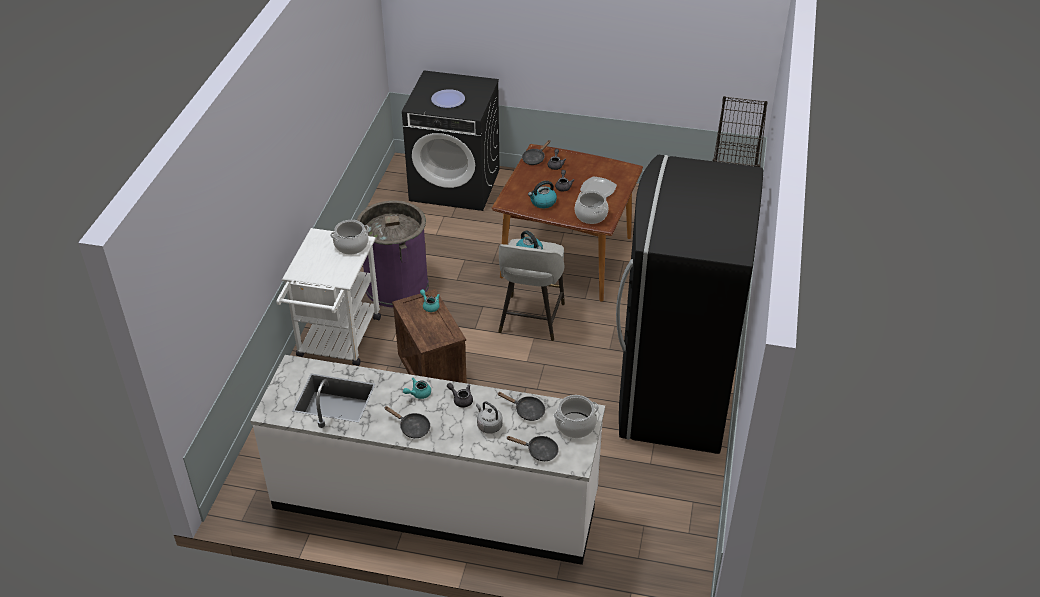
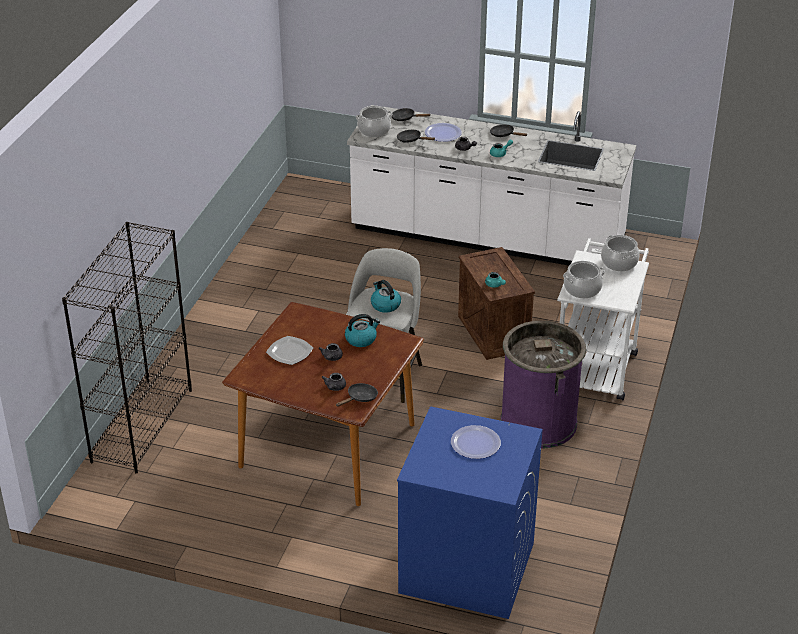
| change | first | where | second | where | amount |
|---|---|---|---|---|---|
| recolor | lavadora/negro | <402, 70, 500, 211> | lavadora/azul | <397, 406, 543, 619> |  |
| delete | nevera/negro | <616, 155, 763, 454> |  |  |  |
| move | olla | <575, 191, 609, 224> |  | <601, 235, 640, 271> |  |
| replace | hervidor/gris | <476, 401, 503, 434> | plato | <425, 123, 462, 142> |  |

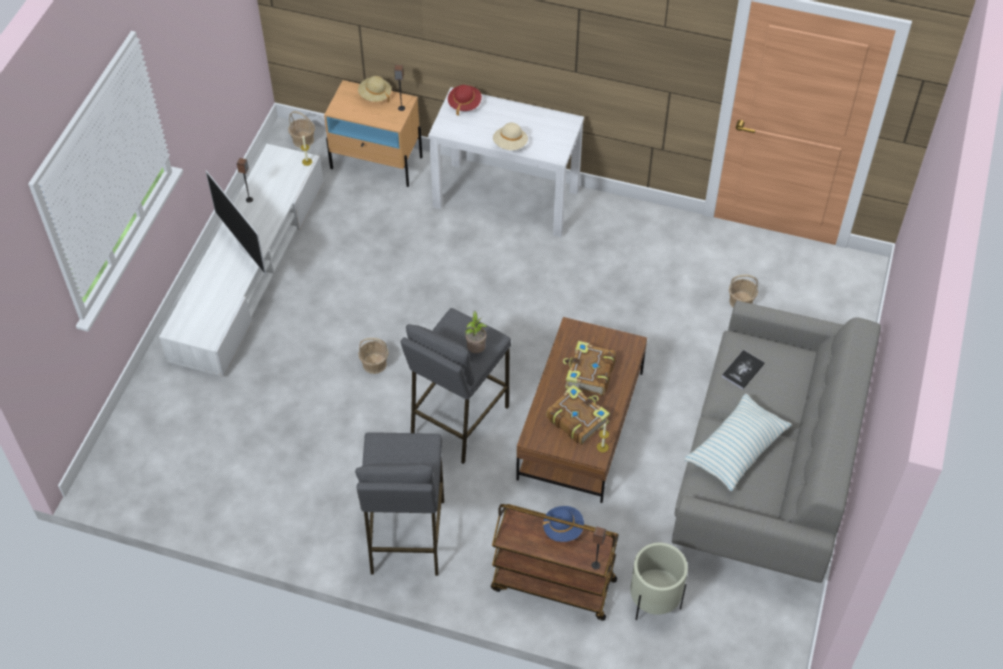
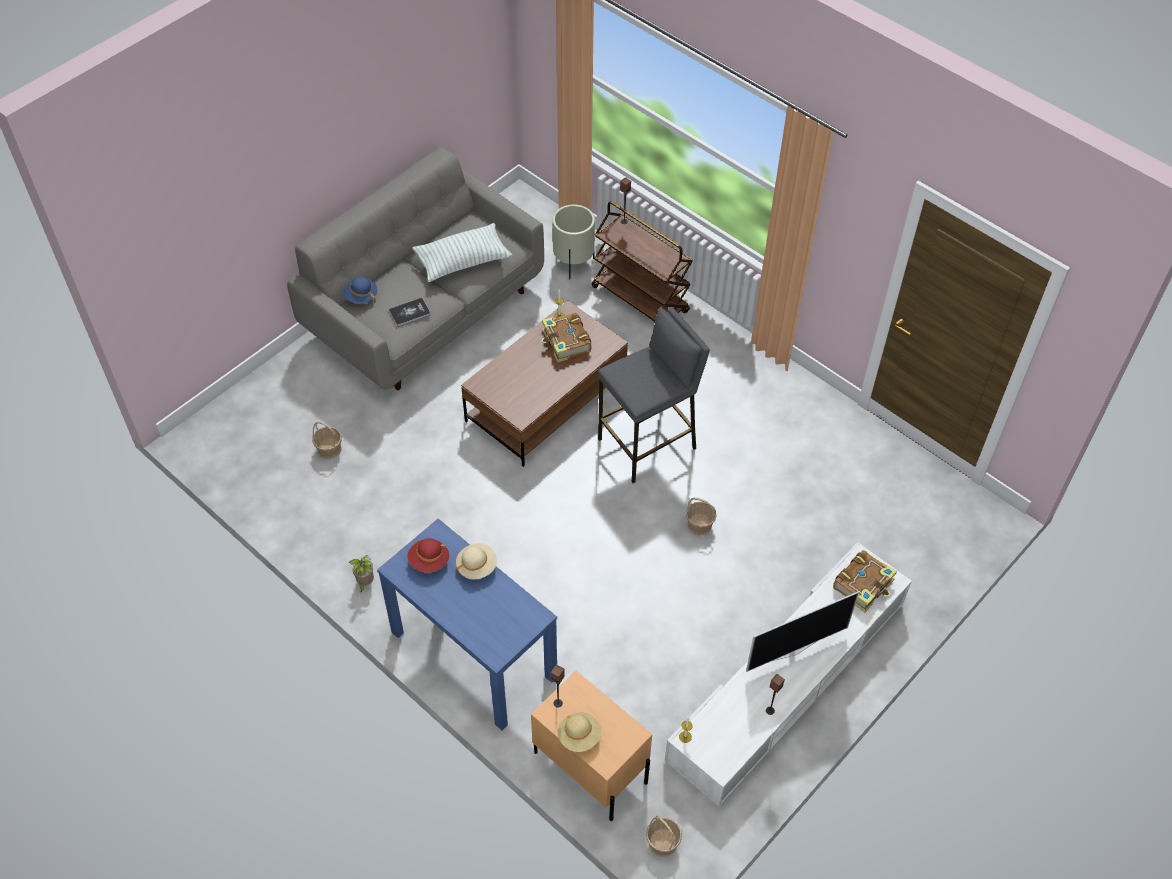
| change | first | where | second | where | amount |
|---|---|---|---|---|---|
| move | sombrero/rojo | <448, 85, 482, 115> |  | <407, 538, 449, 573> |  |
| recolor | mesa consola/blanco | <428, 87, 584, 237> | mesa consola/azul | <377, 519, 557, 730> |  |
| rotate | televisor | <206, 170, 267, 275> |  | <746, 591, 859, 672> | 75 degrees clockwise |
| move | planta en maceta | <465, 311, 487, 353> |  | <349, 555, 374, 593> |  |
| move | libro | <563, 341, 616, 396> |  | <833, 550, 897, 612> |  |
| delete | taburete/gris | <355, 432, 444, 576> |  |  |  |
| move | sombrero/azul | <543, 506, 584, 542> |  | <342, 277, 377, 304> |  |

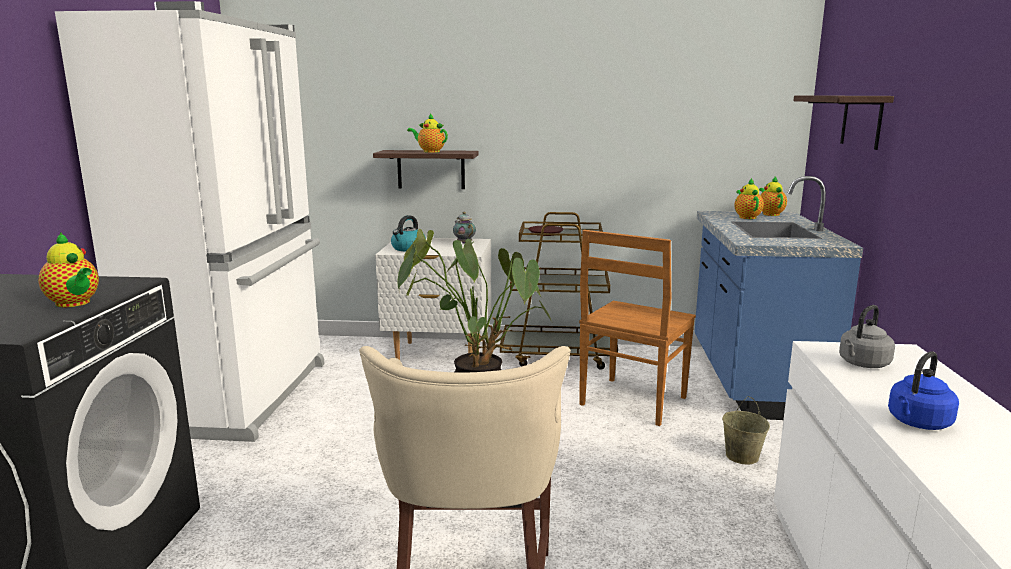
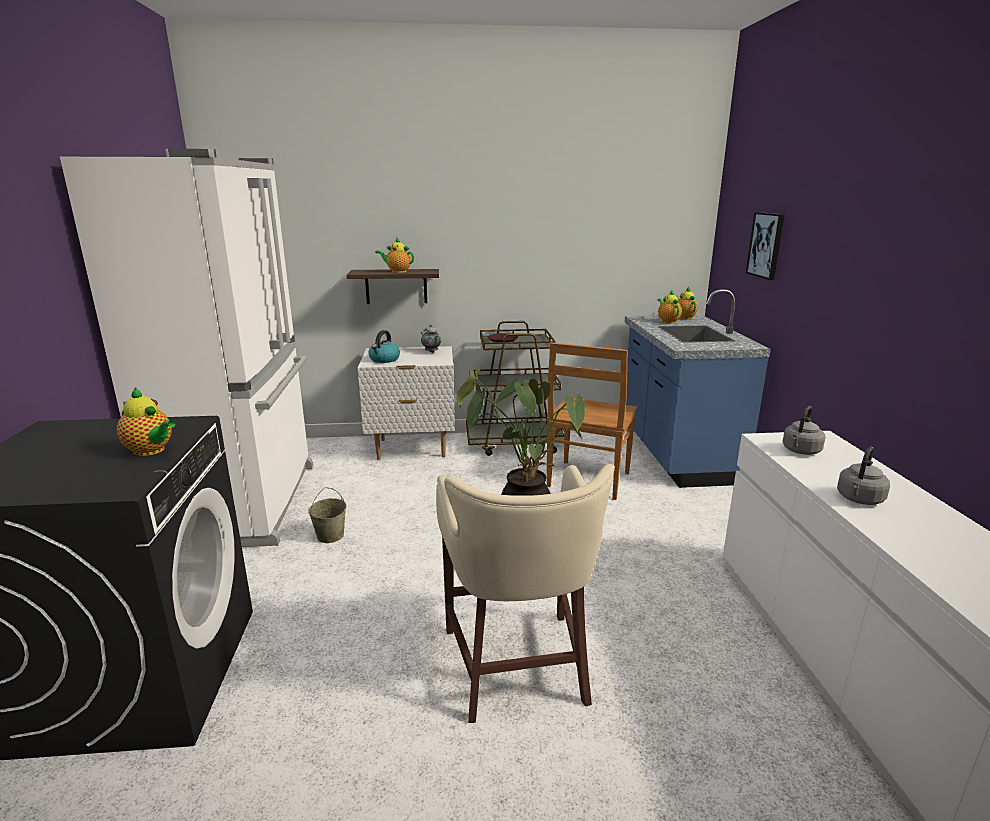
| change | first | where | second | where | amount |
|---|---|---|---|---|---|
| replace | estante | <794, 96, 894, 150> | cuadro | <746, 212, 785, 280> |  |
| recolor | hervidor/azul | <888, 351, 959, 430> | hervidor/gris | <837, 446, 890, 505> |  |
| move | cubo/beis | <722, 396, 770, 464> |  | <308, 487, 346, 543> |  |

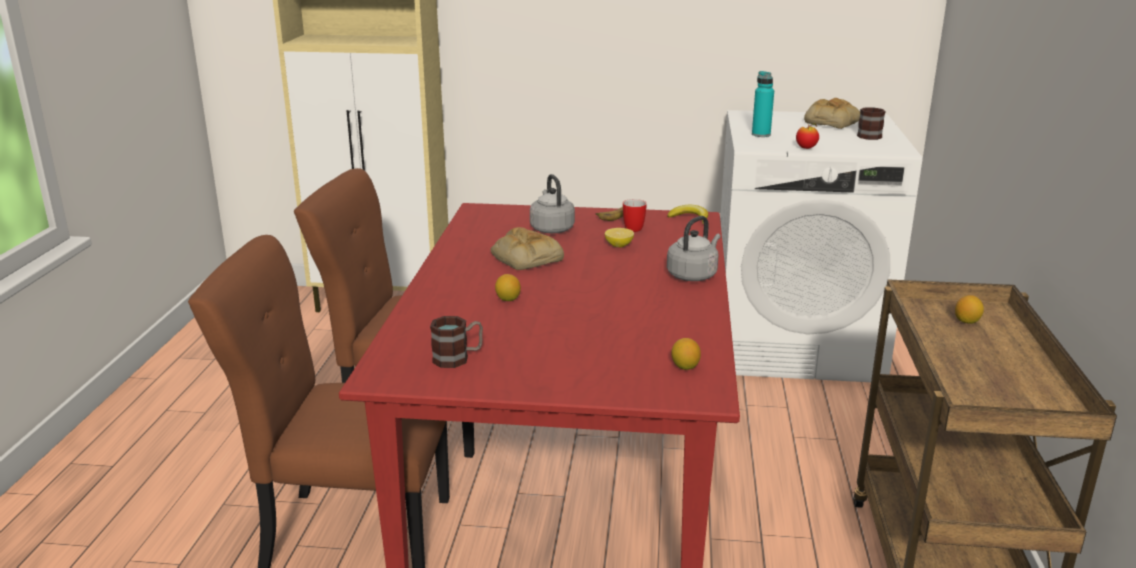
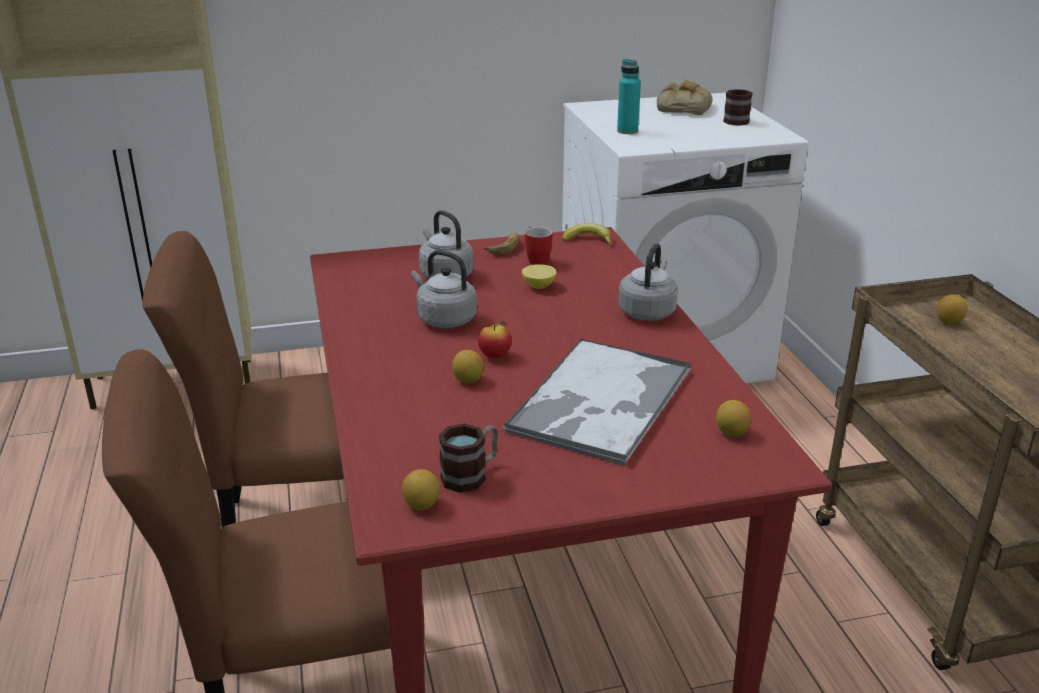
| change | first | where | second | where | amount |
|---|---|---|---|---|---|
| move | manzana | <796, 123, 819, 149> |  | <478, 321, 512, 358> |  |
| replace | pan | <491, 227, 564, 270> | hervidor/gris | <411, 250, 477, 328> |  |
| insert |  |  | bandeja | <502, 338, 691, 466> |  |
| insert |  |  | limón | <402, 469, 440, 510> |  |

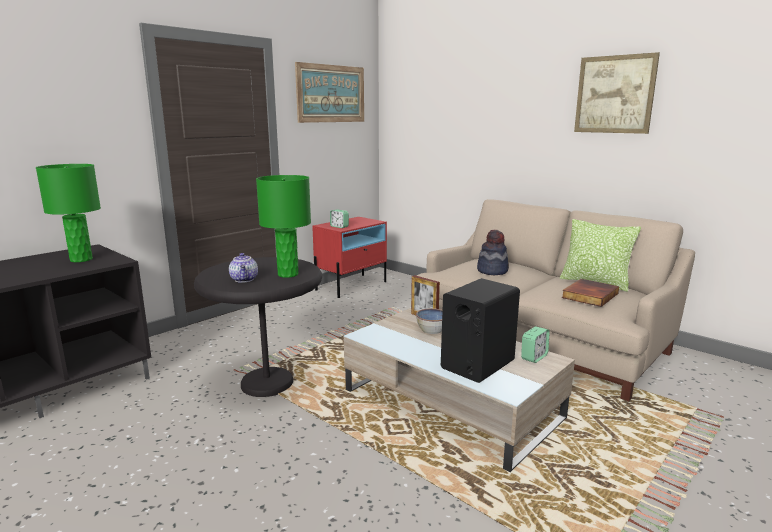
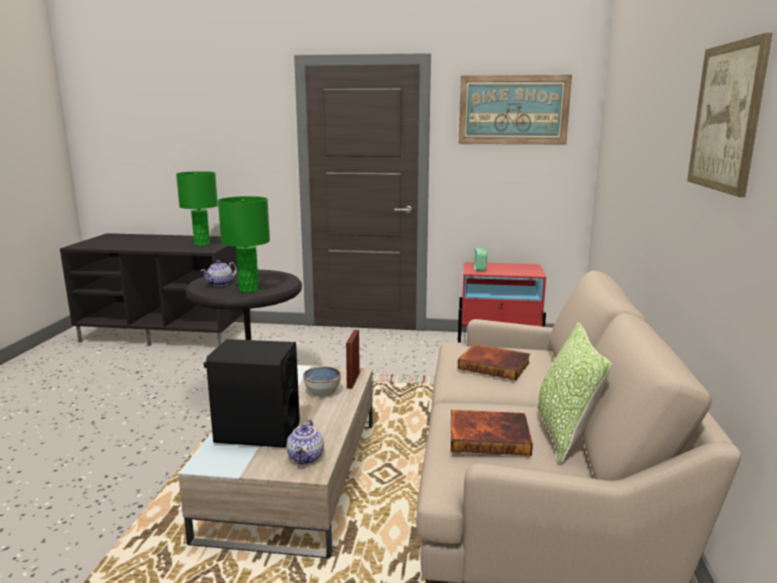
| change | first | where | second | where | amount |
|---|---|---|---|---|---|
| replace | sombrero | <477, 229, 509, 275> | libro | <458, 344, 530, 380> |  |
| replace | despertador | <521, 326, 550, 363> | tetera | <287, 420, 324, 465> |  |

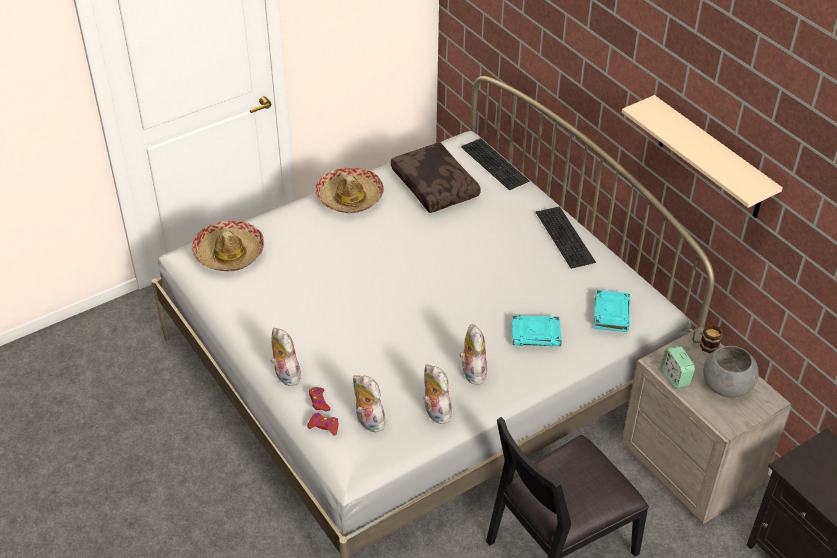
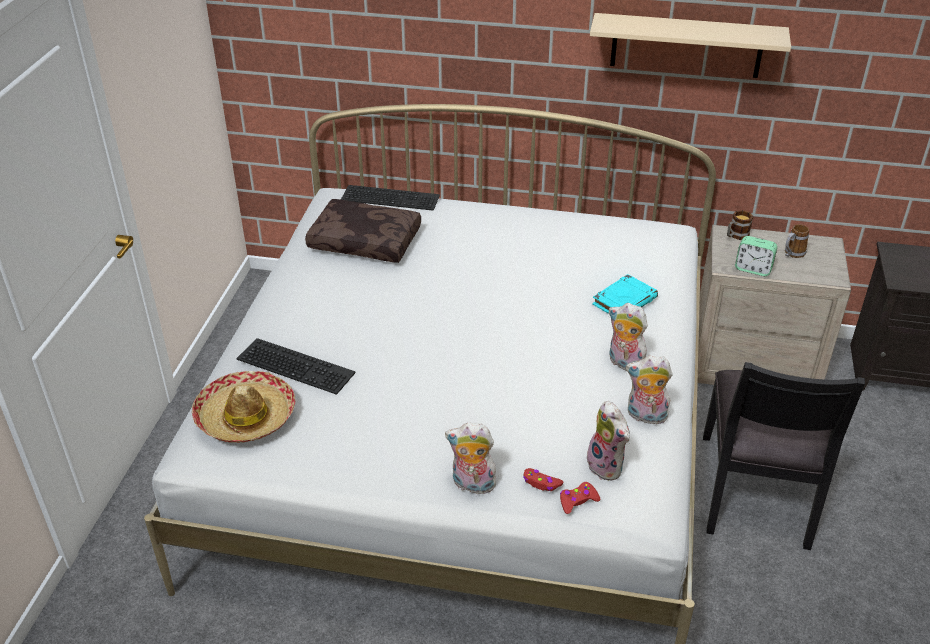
| change | first | where | second | where | amount |
|---|---|---|---|---|---|
| delete | sombrero | <315, 167, 384, 213> |  |  |  |
| move | teclado | <536, 206, 596, 269> |  | <236, 338, 356, 395> |  |
| delete | libro/turquesa | <594, 290, 630, 332> |  |  |  |
| replace | cuenco/gris | <703, 346, 759, 398> | taza grande | <785, 224, 809, 258> |  |
| rotate | peluche | <353, 375, 385, 432> |  | <587, 401, 630, 480> | 120 degrees counterclockwise |

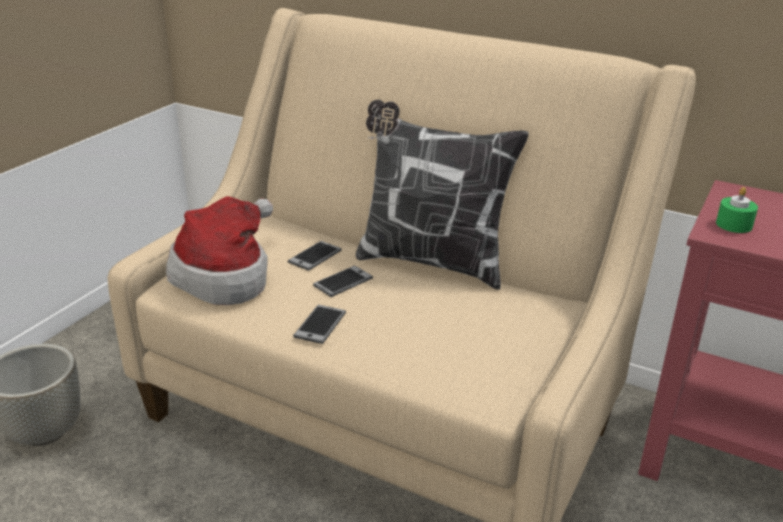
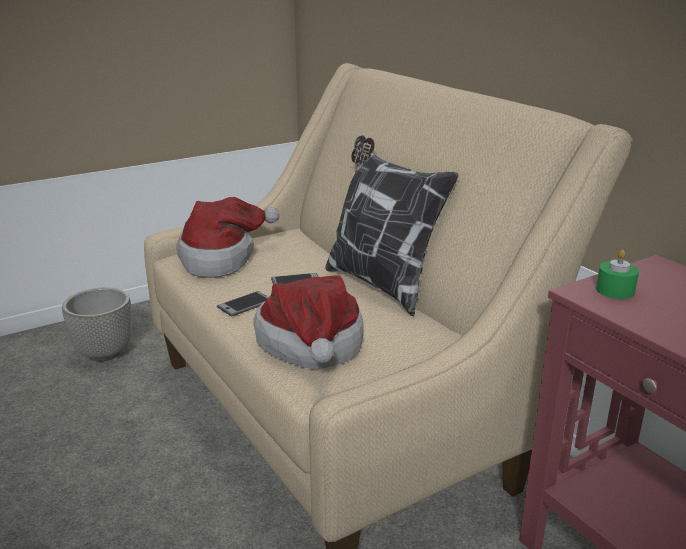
| change | first | where | second | where | amount |
|---|---|---|---|---|---|
| delete | móvil | <288, 241, 342, 271> |  |  |  |
| insert |  |  | sombrero | <254, 276, 364, 369> |  |

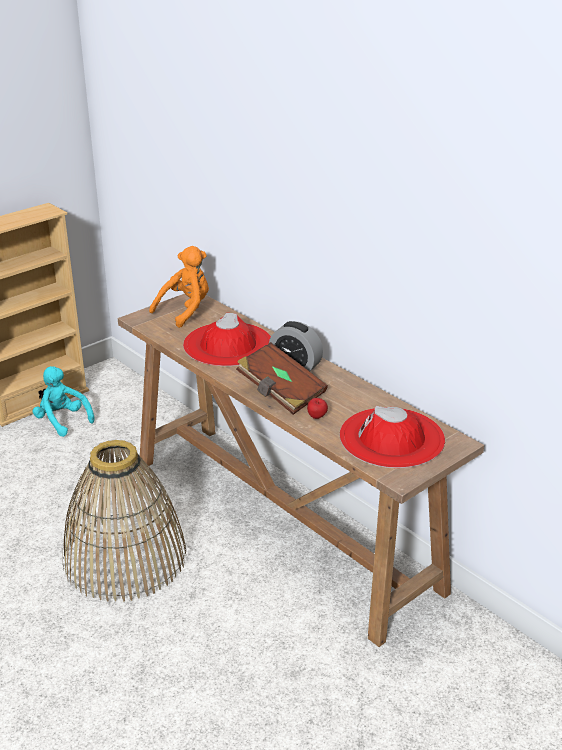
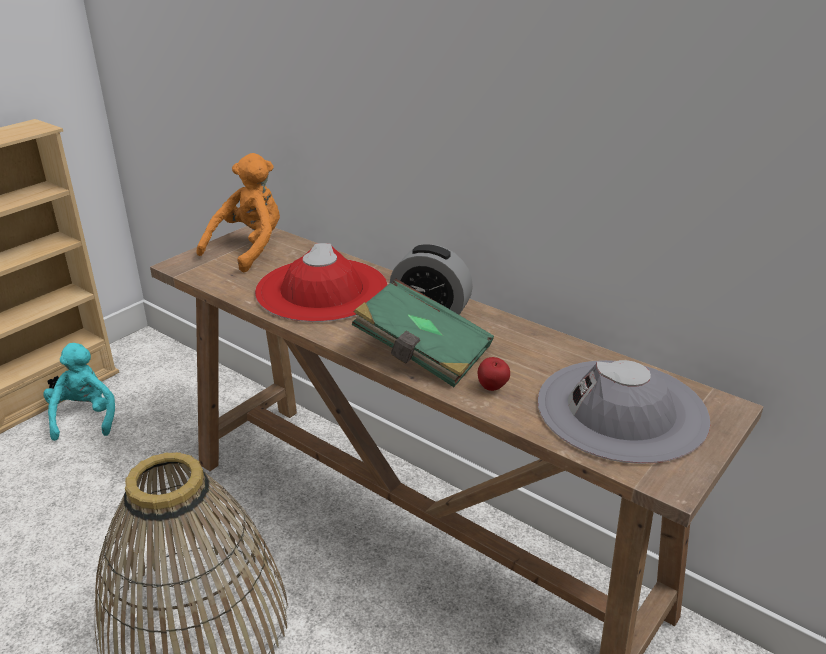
| change | first | where | second | where | amount |
|---|---|---|---|---|---|
| recolor | libro/marrón | <236, 342, 328, 415> | libro/verde | <352, 279, 494, 387> |  |
| rotate | peluche/turquesa | <33, 366, 95, 437> |  | <43, 343, 115, 441> | 45 degrees clockwise |
| recolor | sombrero/rojo | <339, 406, 445, 468> | sombrero/gris | <538, 360, 710, 464> |  |

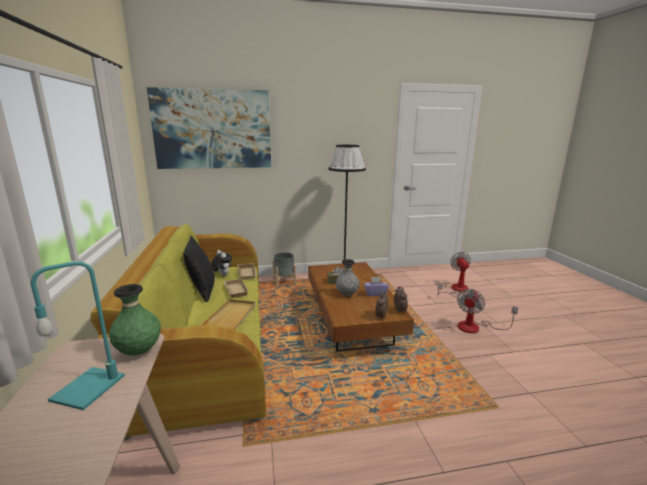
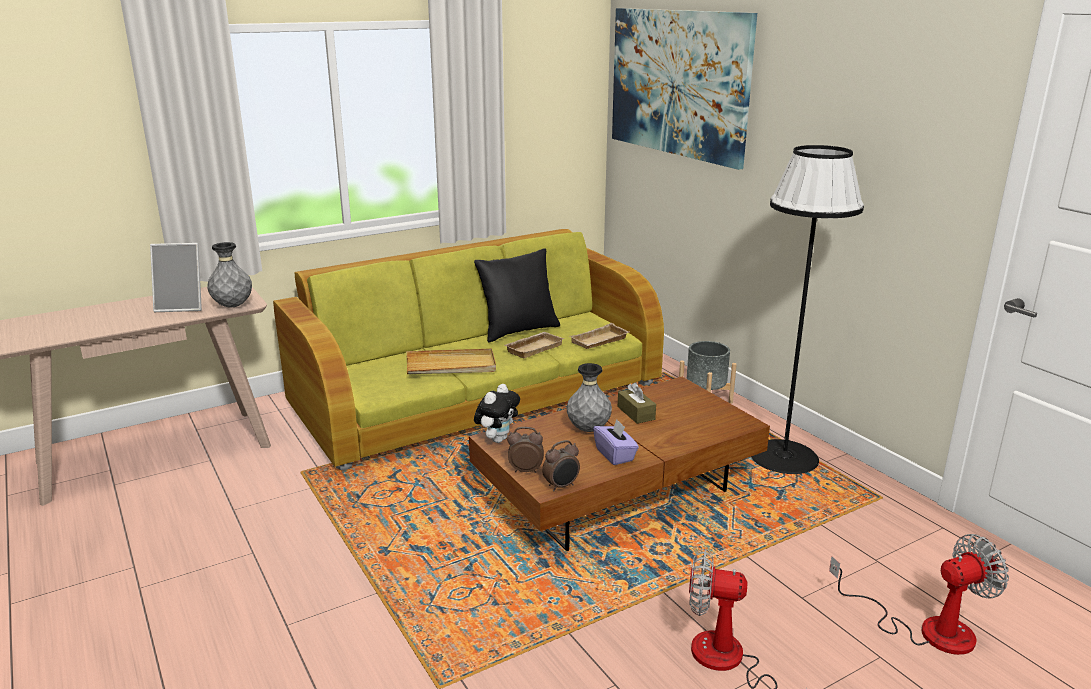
| change | first | where | second | where | amount |
|---|---|---|---|---|---|
| move | peluche | <211, 250, 232, 276> |  | <474, 384, 520, 443> |  |
| replace | lámpara de mesa/turquesa | <31, 261, 125, 410> | portarretratos | <150, 243, 202, 312> |  |
| recolor | florero/verde | <109, 284, 161, 355> | florero/gris | <207, 242, 252, 307> |  |

